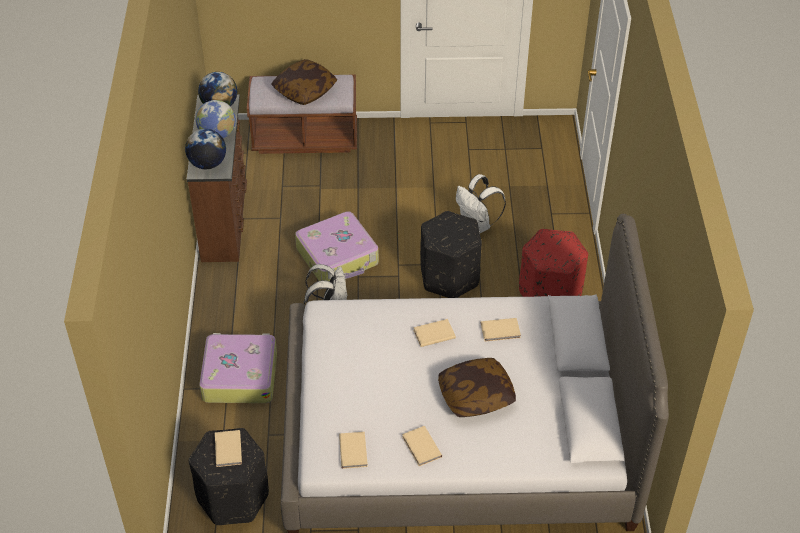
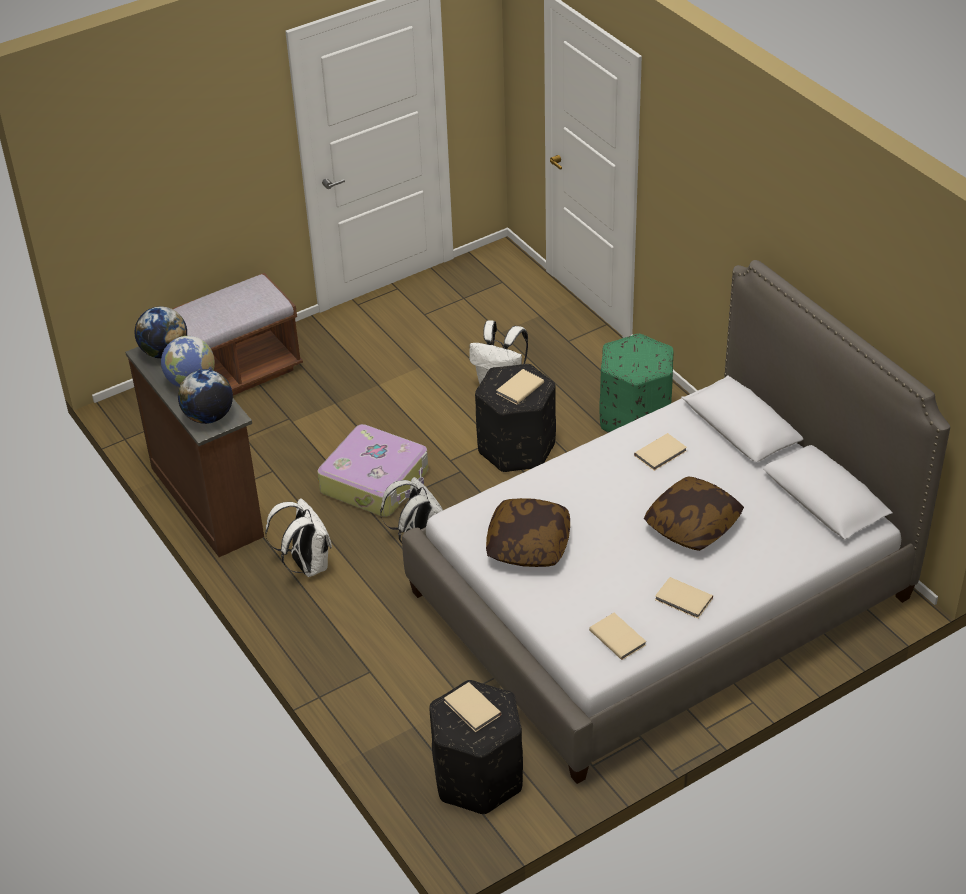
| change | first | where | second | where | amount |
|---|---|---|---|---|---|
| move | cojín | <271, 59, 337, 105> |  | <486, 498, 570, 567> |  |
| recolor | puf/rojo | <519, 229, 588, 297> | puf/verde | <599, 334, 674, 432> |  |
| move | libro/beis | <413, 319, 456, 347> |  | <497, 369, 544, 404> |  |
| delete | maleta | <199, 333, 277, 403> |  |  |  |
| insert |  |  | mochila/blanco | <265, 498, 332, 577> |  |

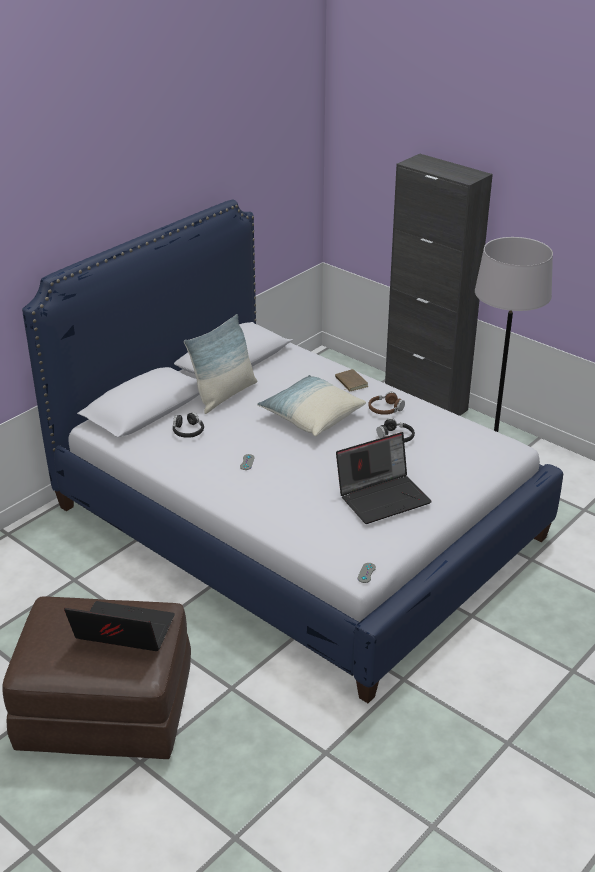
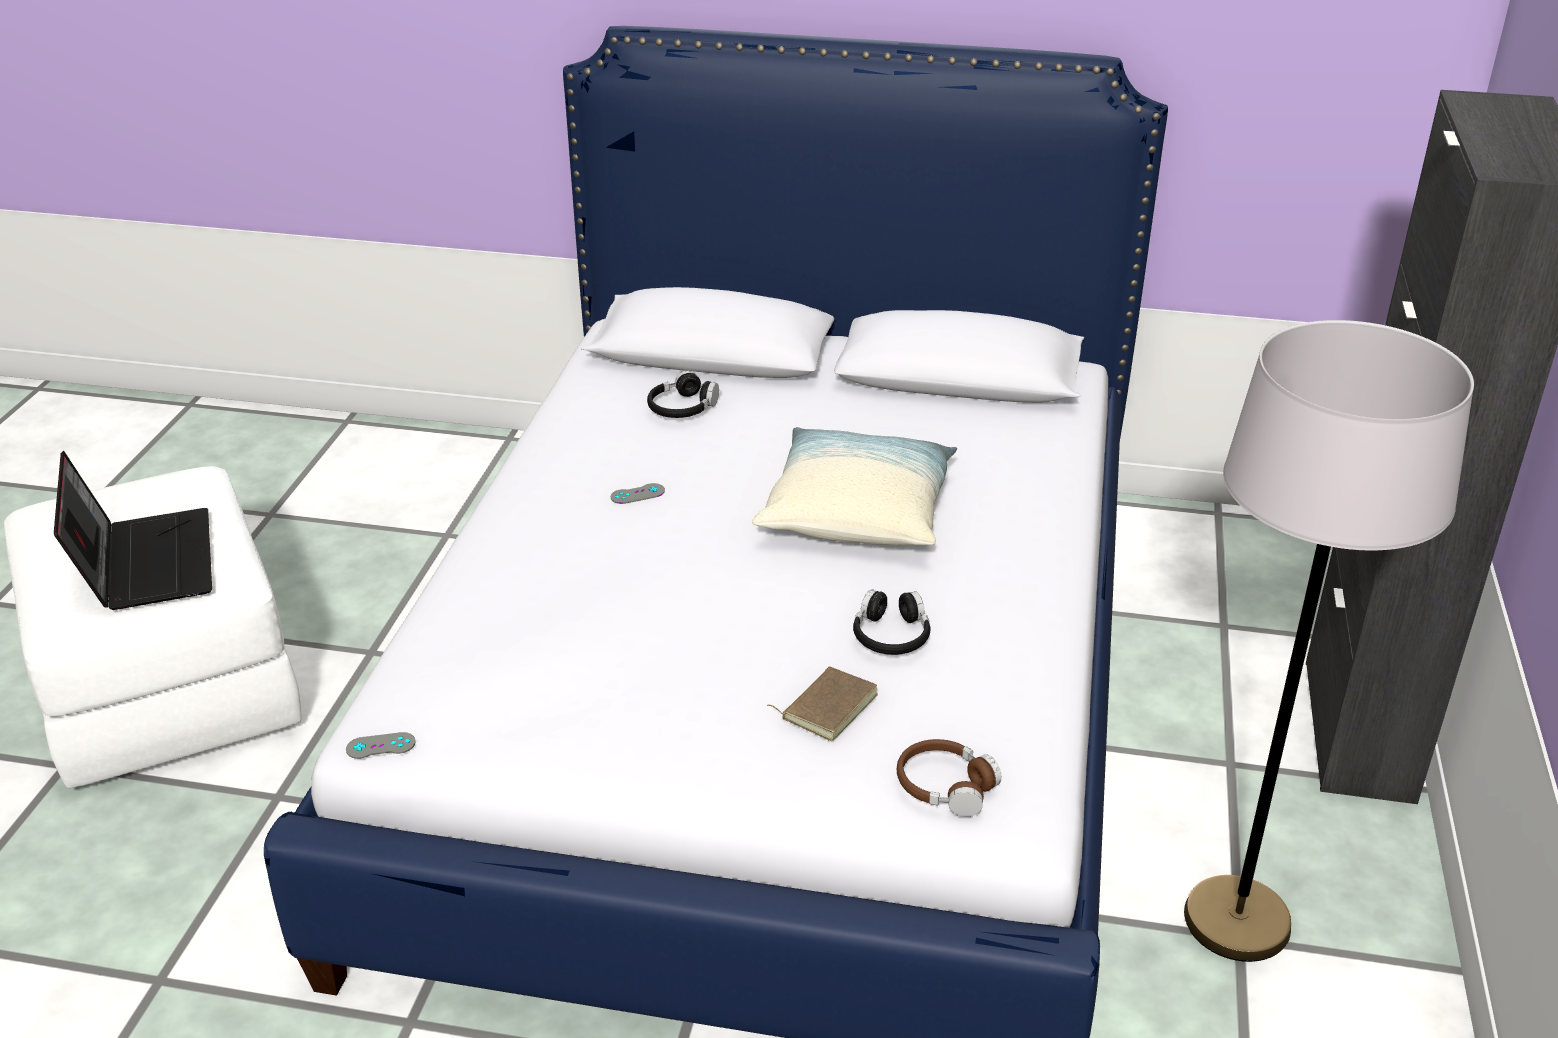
| change | first | where | second | where | amount |
|---|---|---|---|---|---|
| delete | cojín | <184, 314, 257, 414> |  |  |  |
| move | libro/marrón | <335, 369, 368, 391> |  | <767, 666, 878, 741> |  |
| move | auriculares/marrón | <368, 392, 405, 415> |  | <897, 739, 1002, 817> |  |
| delete | portátil | <336, 432, 432, 524> |  |  |  |
| recolor | puf/marrón | <3, 596, 191, 759> | puf/blanco | <4, 466, 301, 788> |  |

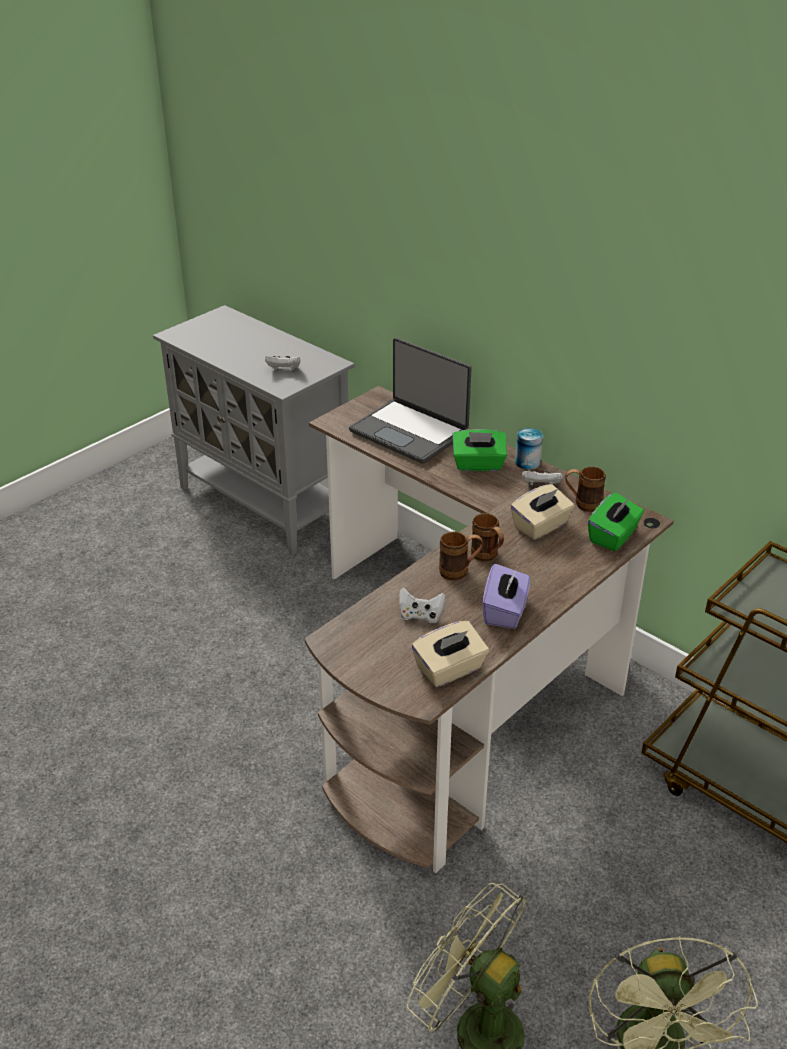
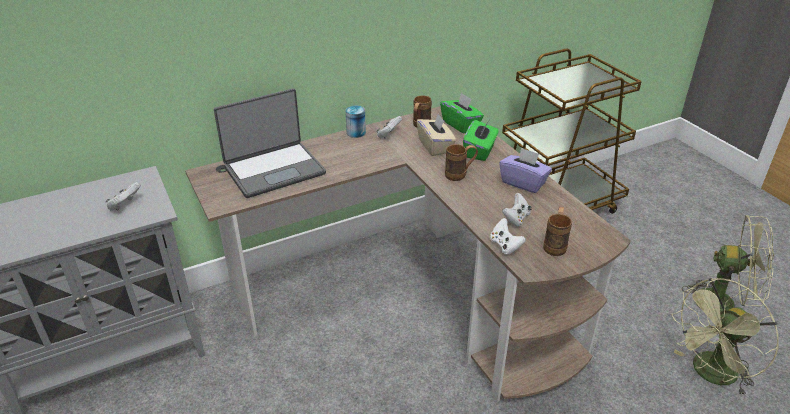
| change | first | where | second | where | amount |
|---|---|---|---|---|---|
| move | caja de pañuelos/verde | <452, 429, 507, 471> |  | <463, 120, 499, 161> |  |
| move | taza grande/marrón | <439, 531, 483, 581> |  | <543, 207, 572, 256> |  |
| delete | caja de pañuelos/beis | <412, 621, 489, 687> |  |  |  |
| insert |  |  | mando de consola/blanco | <490, 218, 526, 254> |  |

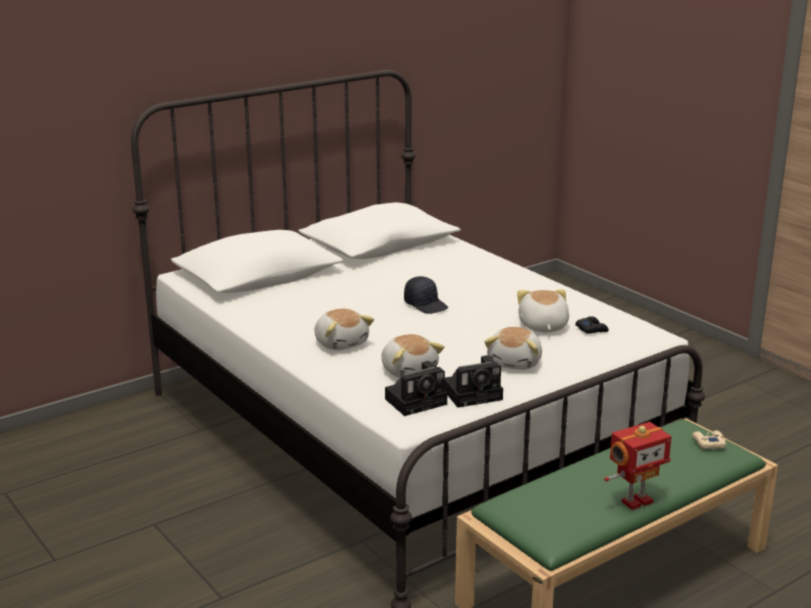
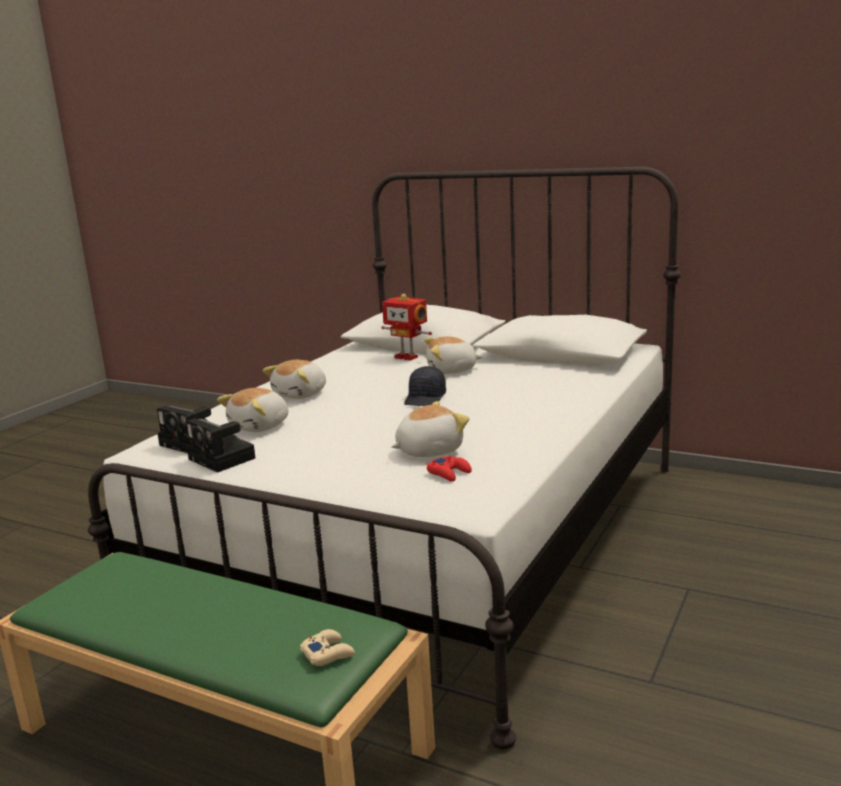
| change | first | where | second | where | amount |
|---|---|---|---|---|---|
| recolor | mando de consola/negro | <575, 316, 609, 334> | mando de consola/rojo | <427, 456, 472, 482> |  |
| move | peluche | <484, 327, 542, 370> |  | <424, 336, 483, 374> |  |
| move | robot de juguete | <604, 422, 672, 510> |  | <381, 294, 432, 361> |  |

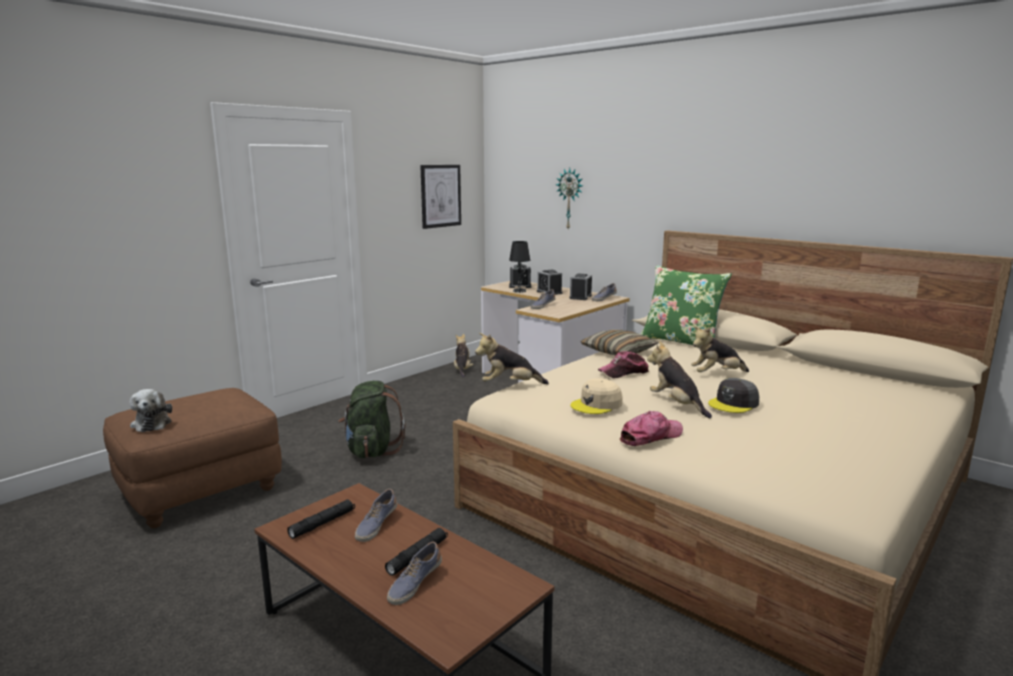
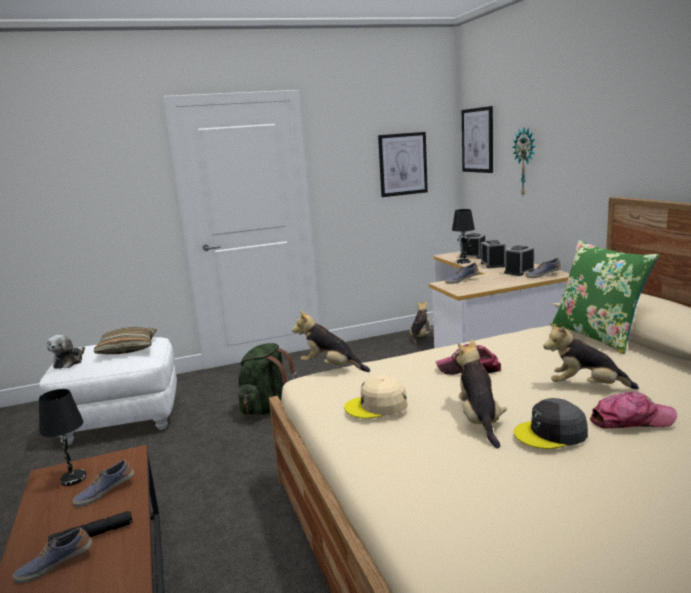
| change | first | where | second | where | amount |
|---|---|---|---|---|---|
| move | cojín | <581, 330, 658, 356> |  | <94, 327, 157, 354> |  |
| recolor | puf/marrón | <103, 388, 282, 528> | puf/blanco | <39, 337, 177, 445> |  |
| move | gorra | <620, 411, 683, 446> |  | <590, 391, 677, 429> |  |
| replace | linterna/negro | <287, 499, 355, 539> | lámpara de mesa/negro | <39, 389, 86, 486> |  |
| insert |  |  | cuadro | <462, 106, 493, 173> |  |

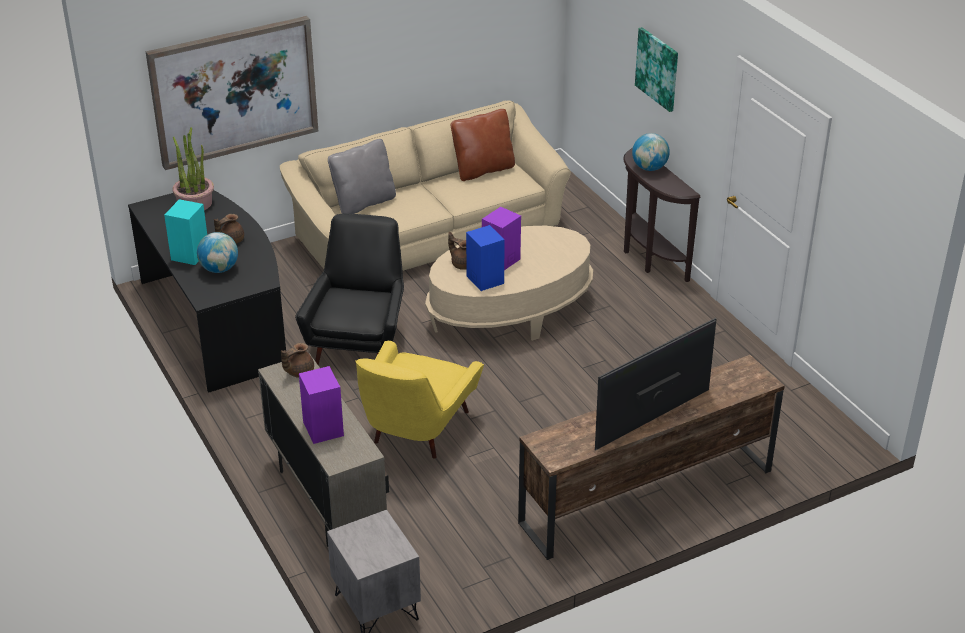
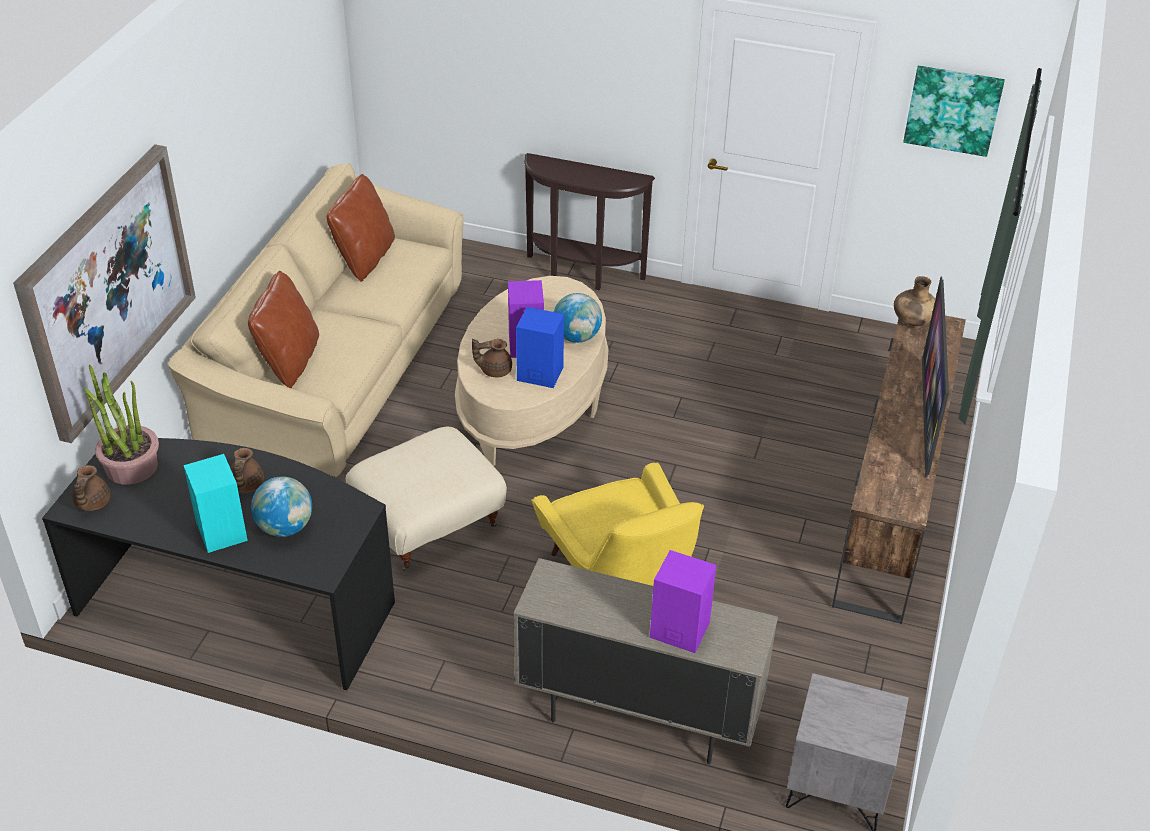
| change | first | where | second | where | amount |
|---|---|---|---|---|---|
| move | cuadro | <635, 27, 678, 112> |  | <903, 66, 1005, 157> |  |
| move | globo terráqueo | <632, 133, 670, 171> |  | <554, 293, 602, 343> |  |
| recolor | cojín/gris | <328, 139, 396, 214> | cojín/marrón | <248, 271, 319, 388> |  |
| replace | sillón/negro | <295, 213, 404, 365> | puf/beis | <346, 427, 507, 571> |  |
| move | tetera/marrón | <281, 343, 314, 378> |  | <72, 465, 110, 511> |  |
| insert |  |  | florero/marrón | <894, 276, 935, 326> |  |

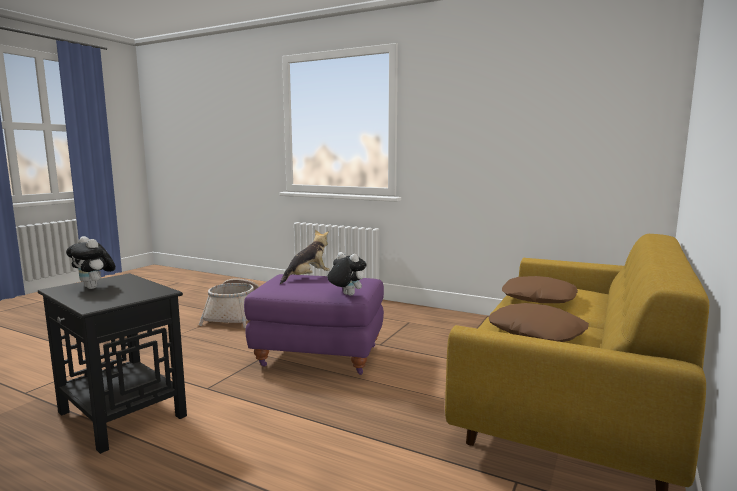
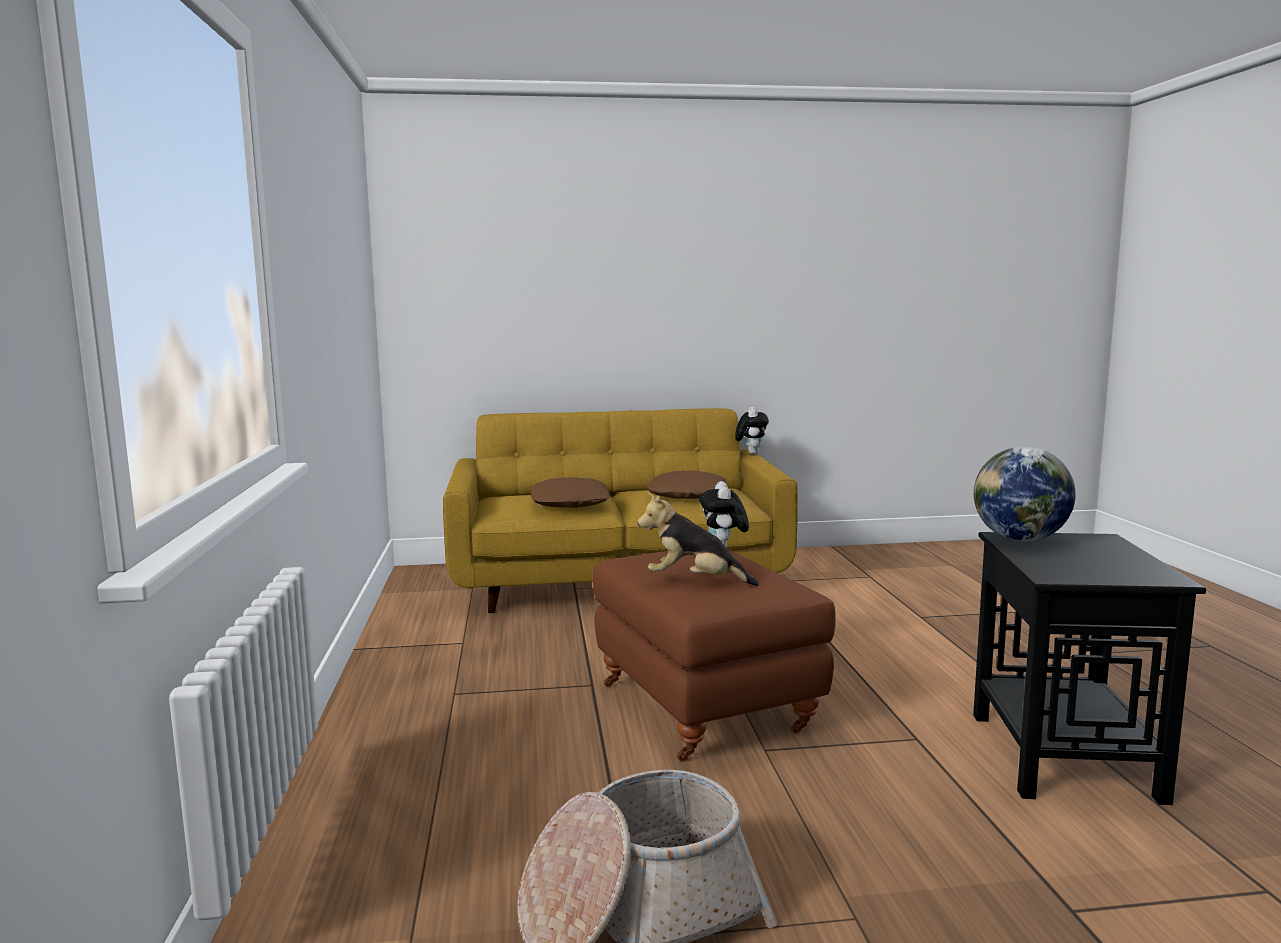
| change | first | where | second | where | amount |
|---|---|---|---|---|---|
| move | peluche | <66, 236, 116, 289> |  | <735, 407, 769, 454> |  |
| recolor | puf/morado | <244, 274, 384, 375> | puf/marrón | <593, 549, 836, 762> |  |
| insert |  |  | globo terráqueo | <974, 446, 1076, 542> |  |

